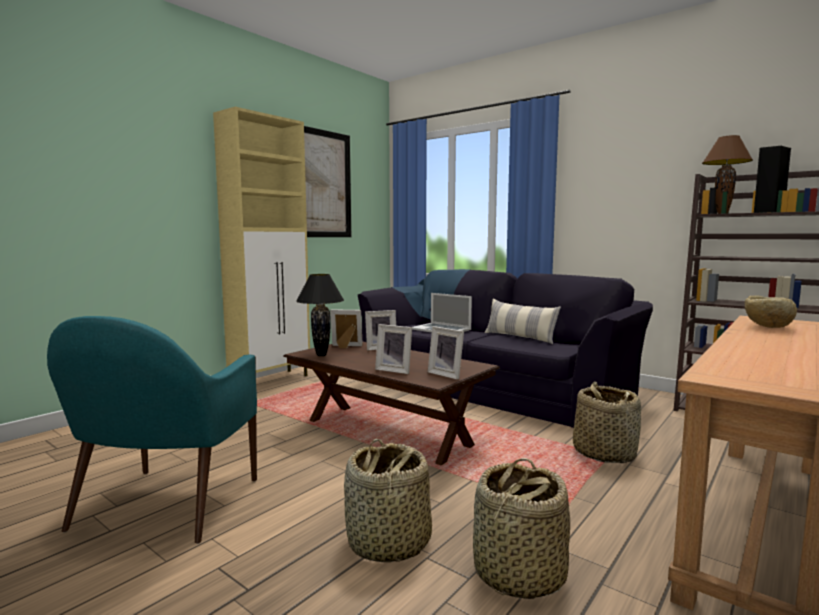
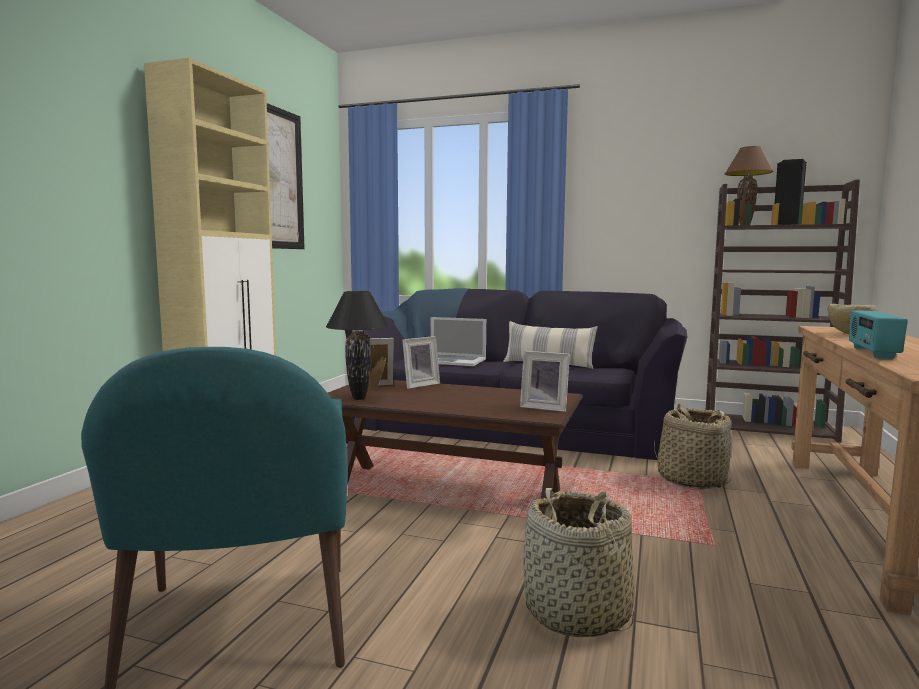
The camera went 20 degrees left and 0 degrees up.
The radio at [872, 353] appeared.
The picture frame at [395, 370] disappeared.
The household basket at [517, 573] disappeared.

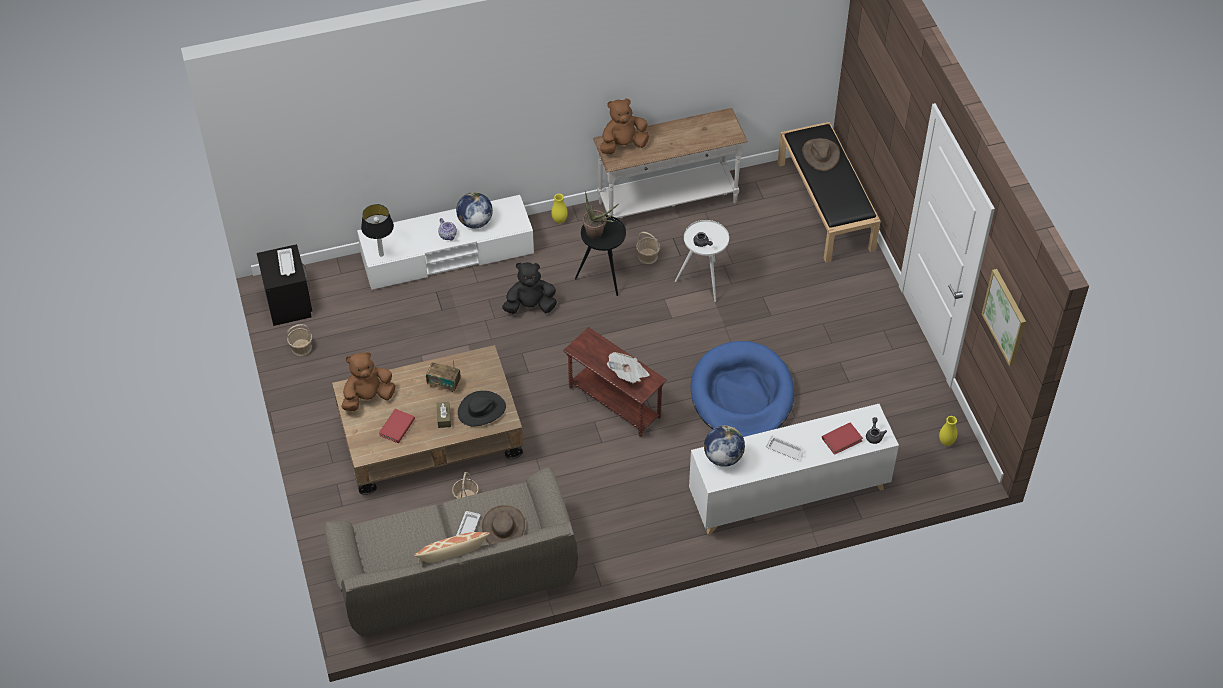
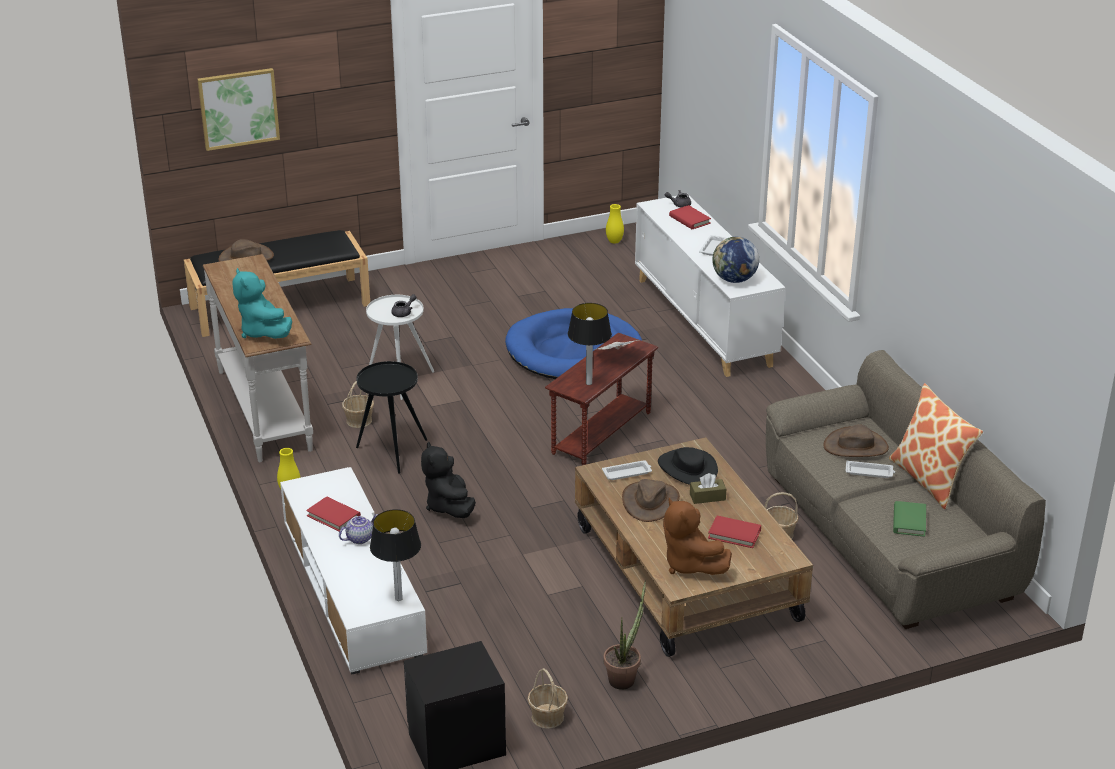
The camera went 95 degrees left and 20 degrees down.
The wall art moved from [1005, 317] to [238, 108].
The plush toy/brownish at [623, 145] became the plush toy/turquoise at [263, 332].
The desk globe at [475, 222] was replaced by the book/reddish at [333, 516].
The lamp for a table at [589, 383] appeared.
The serving tray/whitish moved from [286, 264] to [627, 473].
The plant in a pot moved from [597, 234] to [624, 677].
The radio at [444, 383] was replaced by the hat/brownish at [650, 502].
The book/green-coloured at [909, 521] appeared.

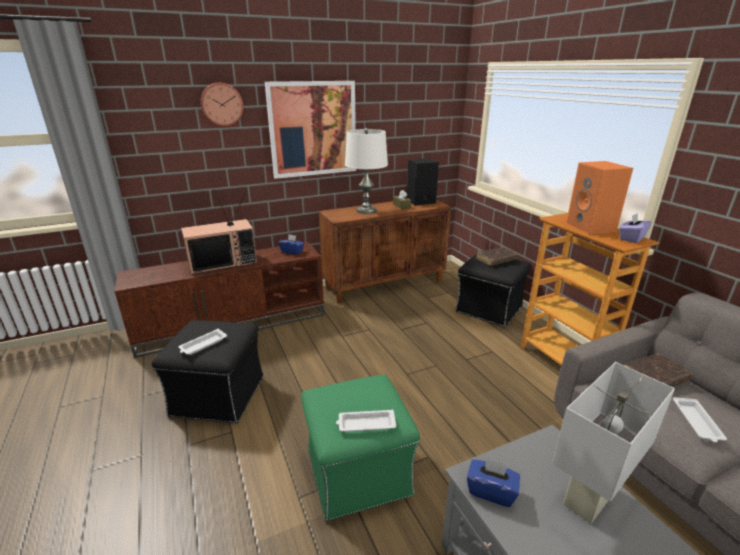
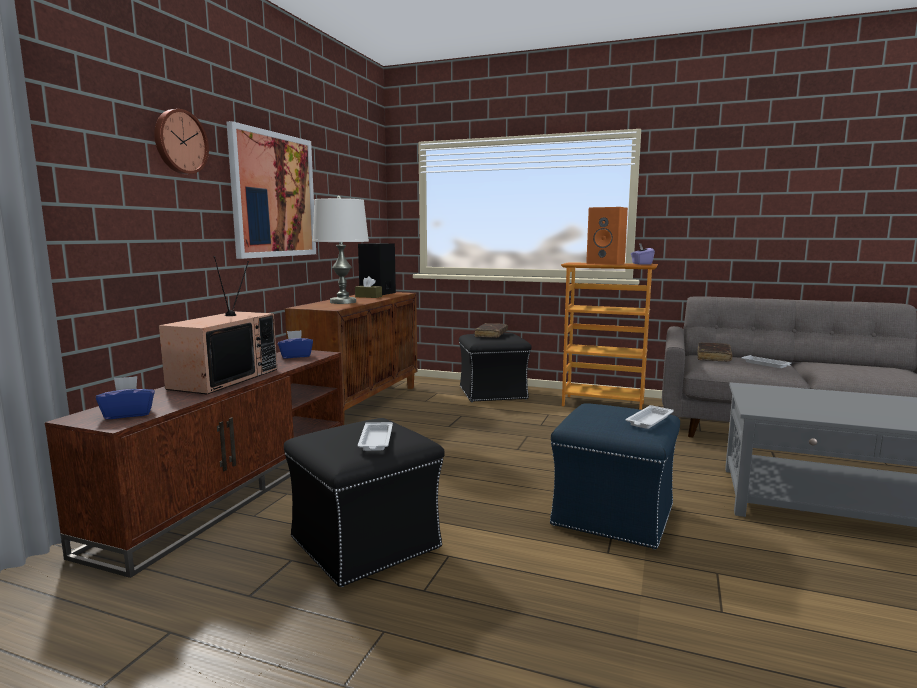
The camera went 45 degrees left and 15 degrees down.
The tissue box/blue-coloured moved from [491, 491] to [128, 414].
The pouffe/green-coloured at [357, 472] became the pouffe/blue-coloured at [613, 515].
The lamp for a table/whitish at [589, 498] disappeared.

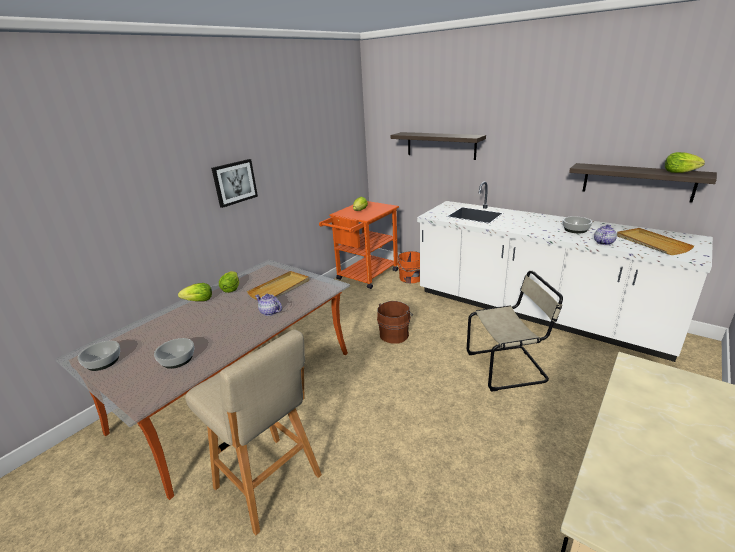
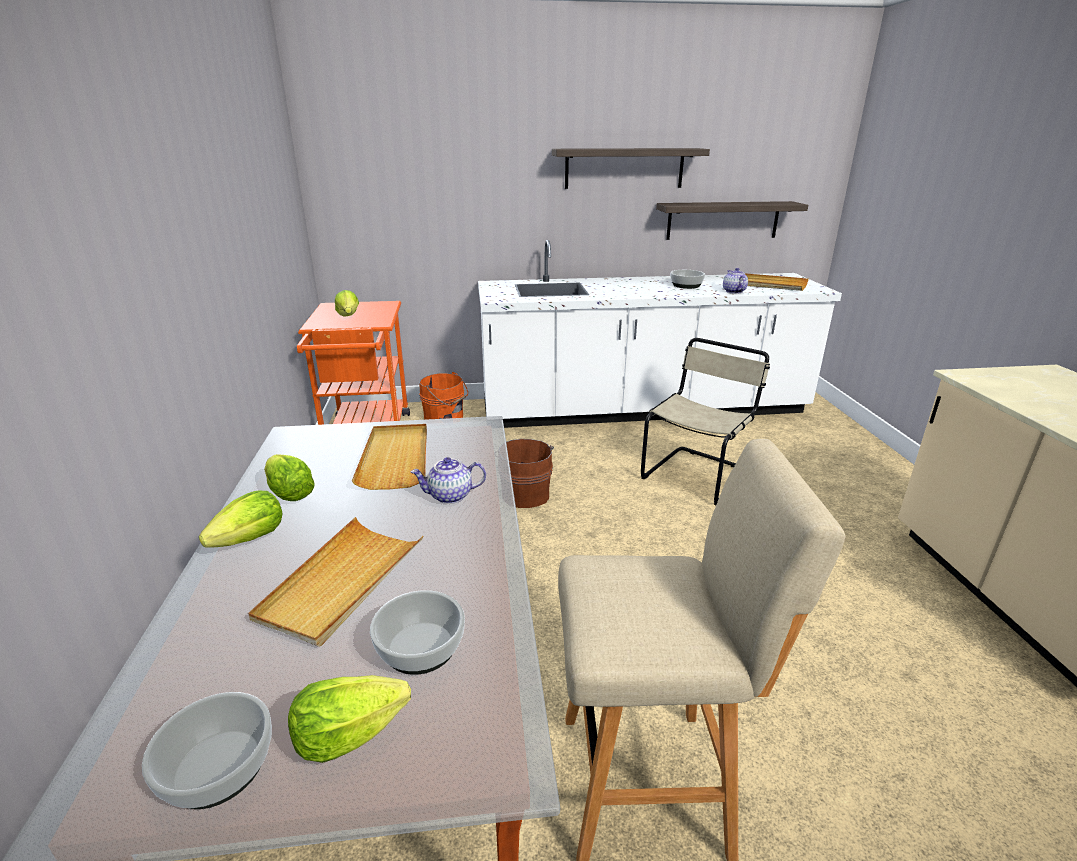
The camera went 45 degrees left and 0 degrees up.
The serving tray/beige-coloured at [342, 582] appeared.
The lettuce moved from [679, 172] to [348, 735].
The wall shelf moved from [440, 145] to [624, 168].
The wall art at [234, 182] disappeared.

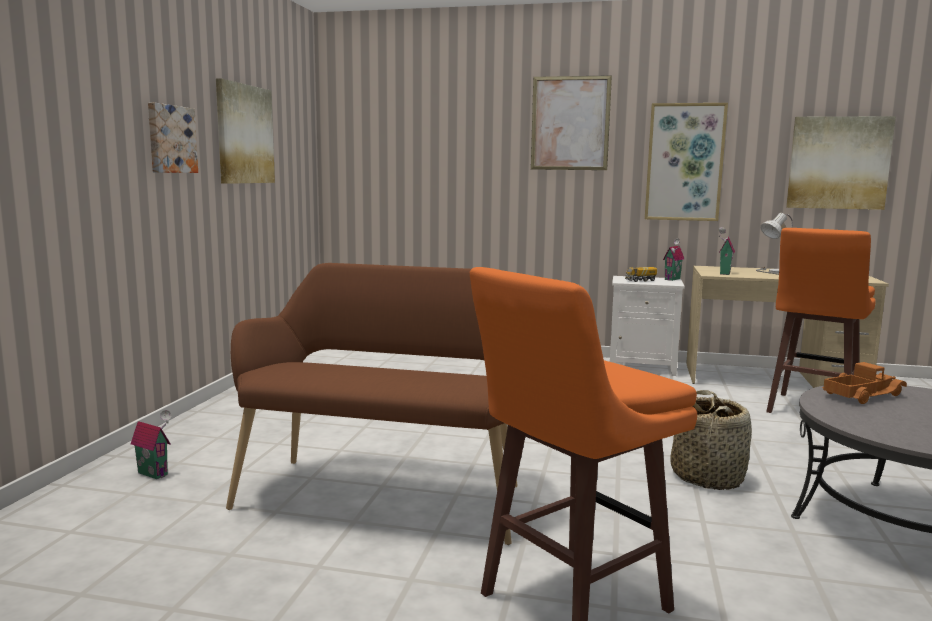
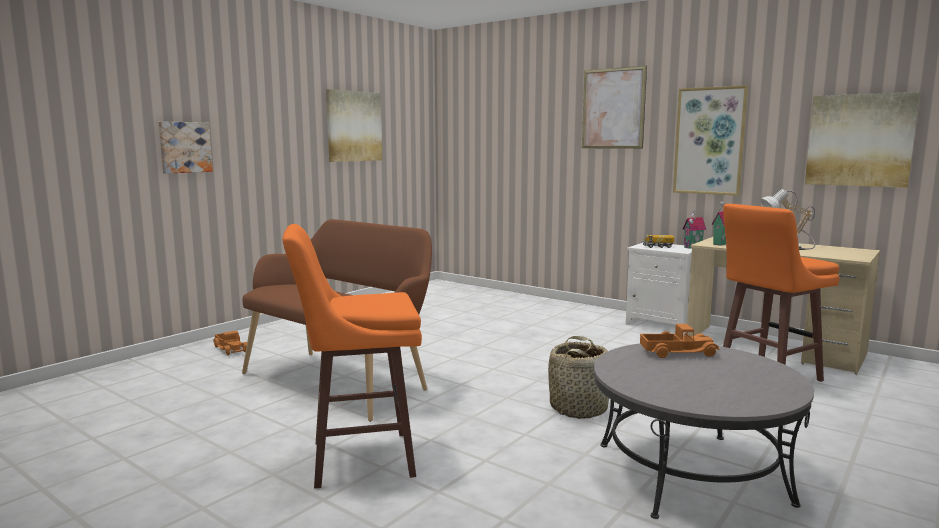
The camera went 25 degrees right and 0 degrees up.
The wall art moved from [170, 139] to [184, 147].
The toy house at [155, 473] was replaced by the model truck at [231, 348].

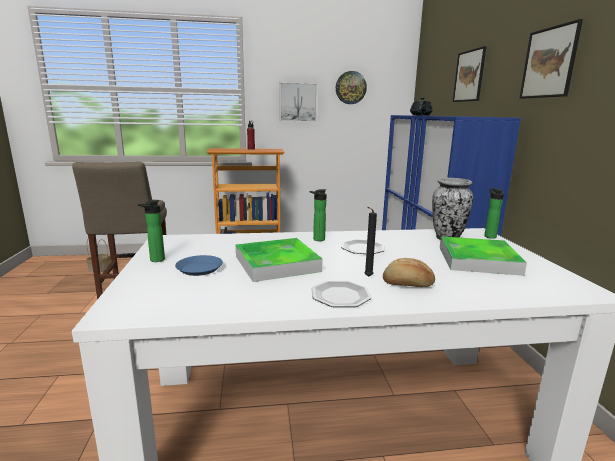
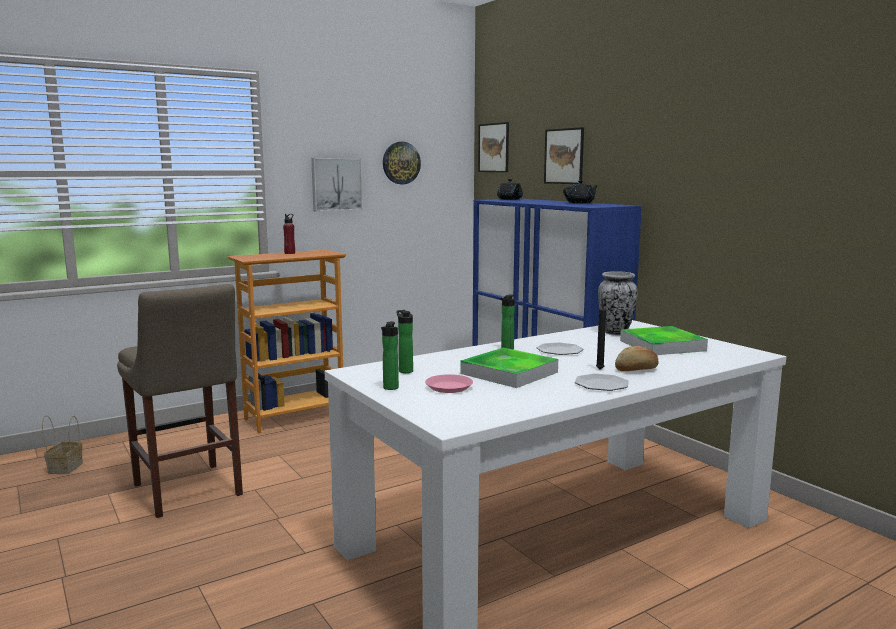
The camera went 25 degrees left and 5 degrees down.
The beverage bottle moved from [489, 236] to [405, 370].
The flat dish/blue-coloured at [199, 269] became the flat dish/pinkish at [448, 387].
The wall art moved from [549, 62] to [494, 147].
The tea pot/black at [580, 203] appeared.

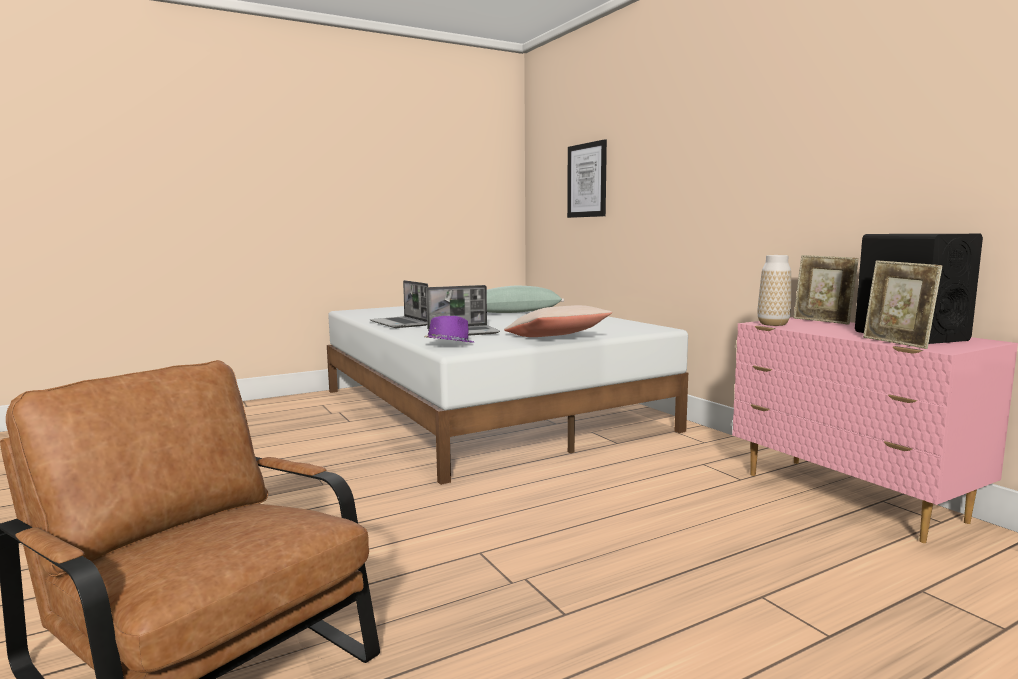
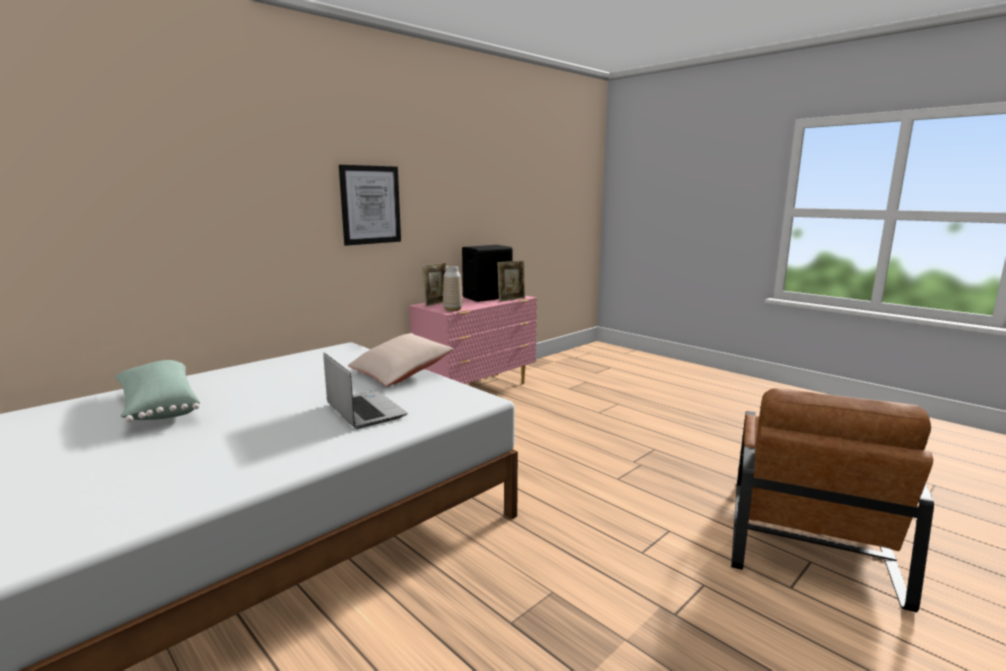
The camera went 105 degrees left and 5 degrees up.
The wall art moved from [587, 180] to [370, 205].
The portable computer at [400, 324] disappeared.
The hat/purplish at [449, 345] disappeared.

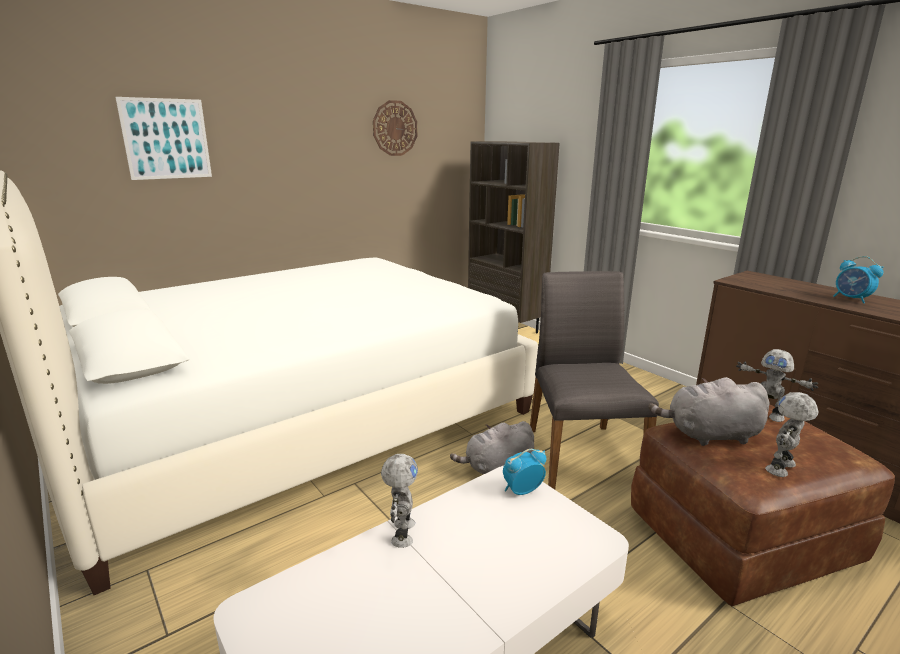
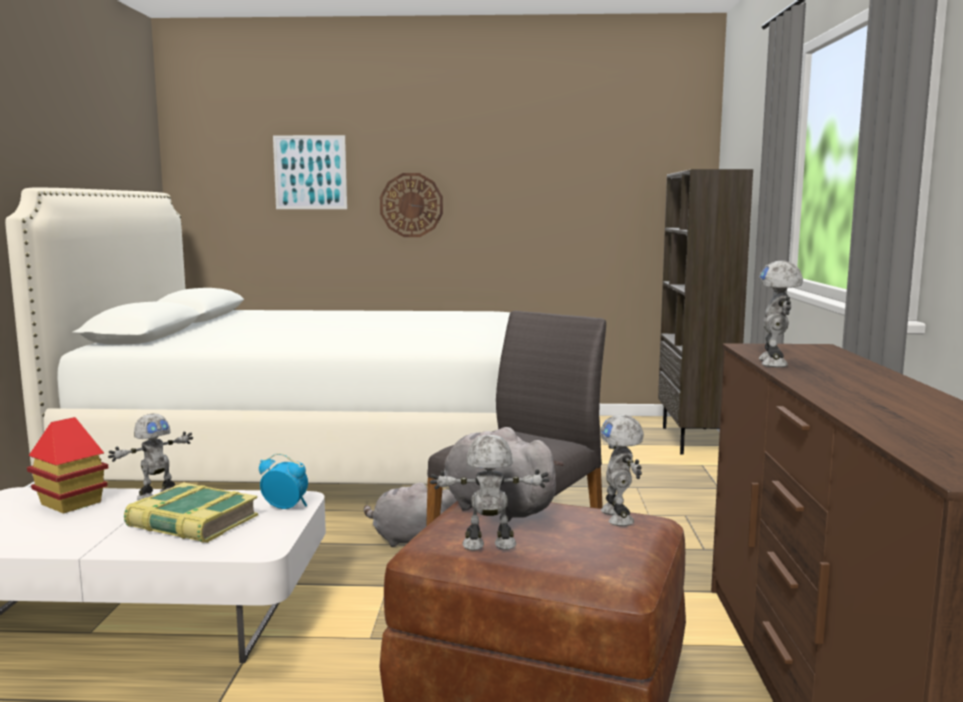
The camera went 40 degrees right and 10 degrees down.
The toy house at [70, 503] appeared.
The book at [192, 523] appeared.
The hanging clock moved from [395, 128] to [411, 205].
The model robot at [775, 363] appeared.
The bedside clock at [851, 299] disappeared.

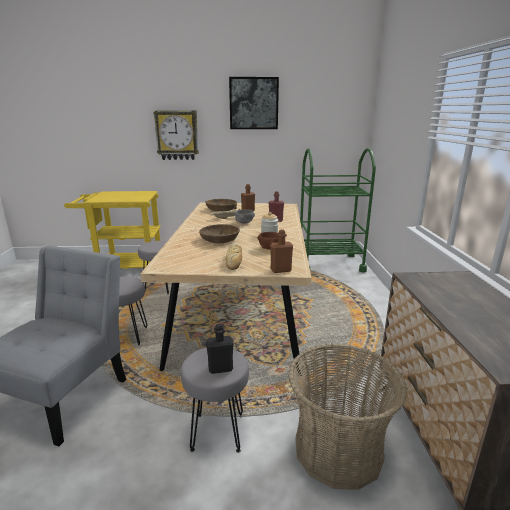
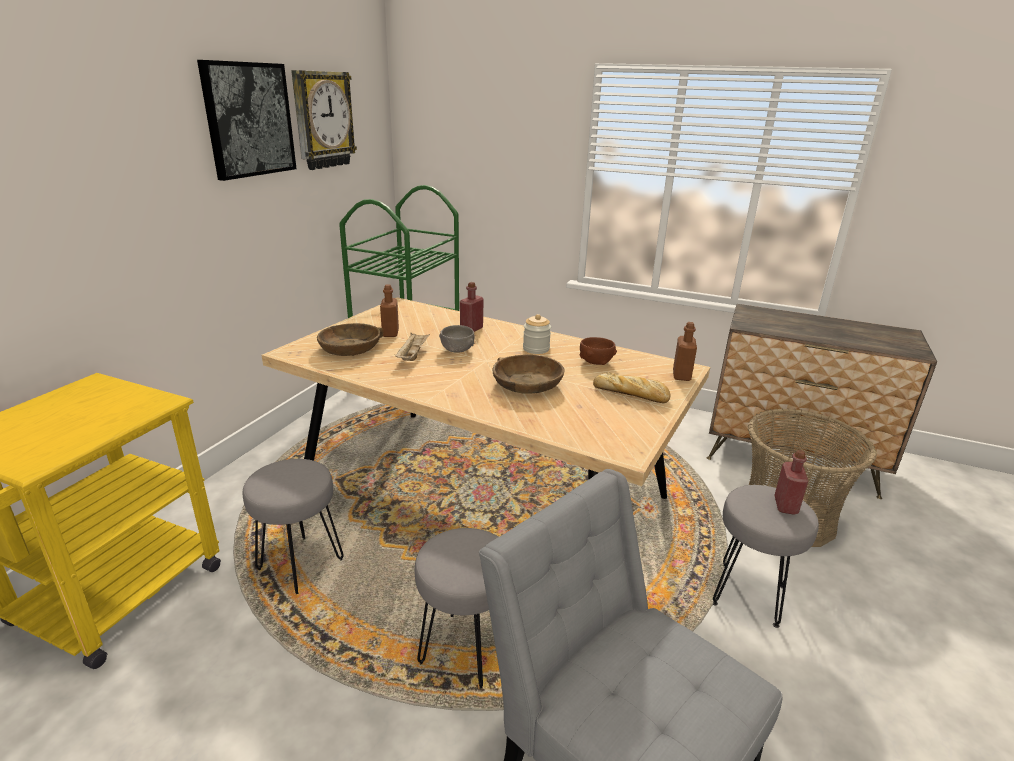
The camera went 65 degrees left and 5 degrees up.
The hanging clock moved from [177, 135] to [322, 120].
The beverage bottle/black at [220, 368] became the beverage bottle/reddish at [785, 505].

